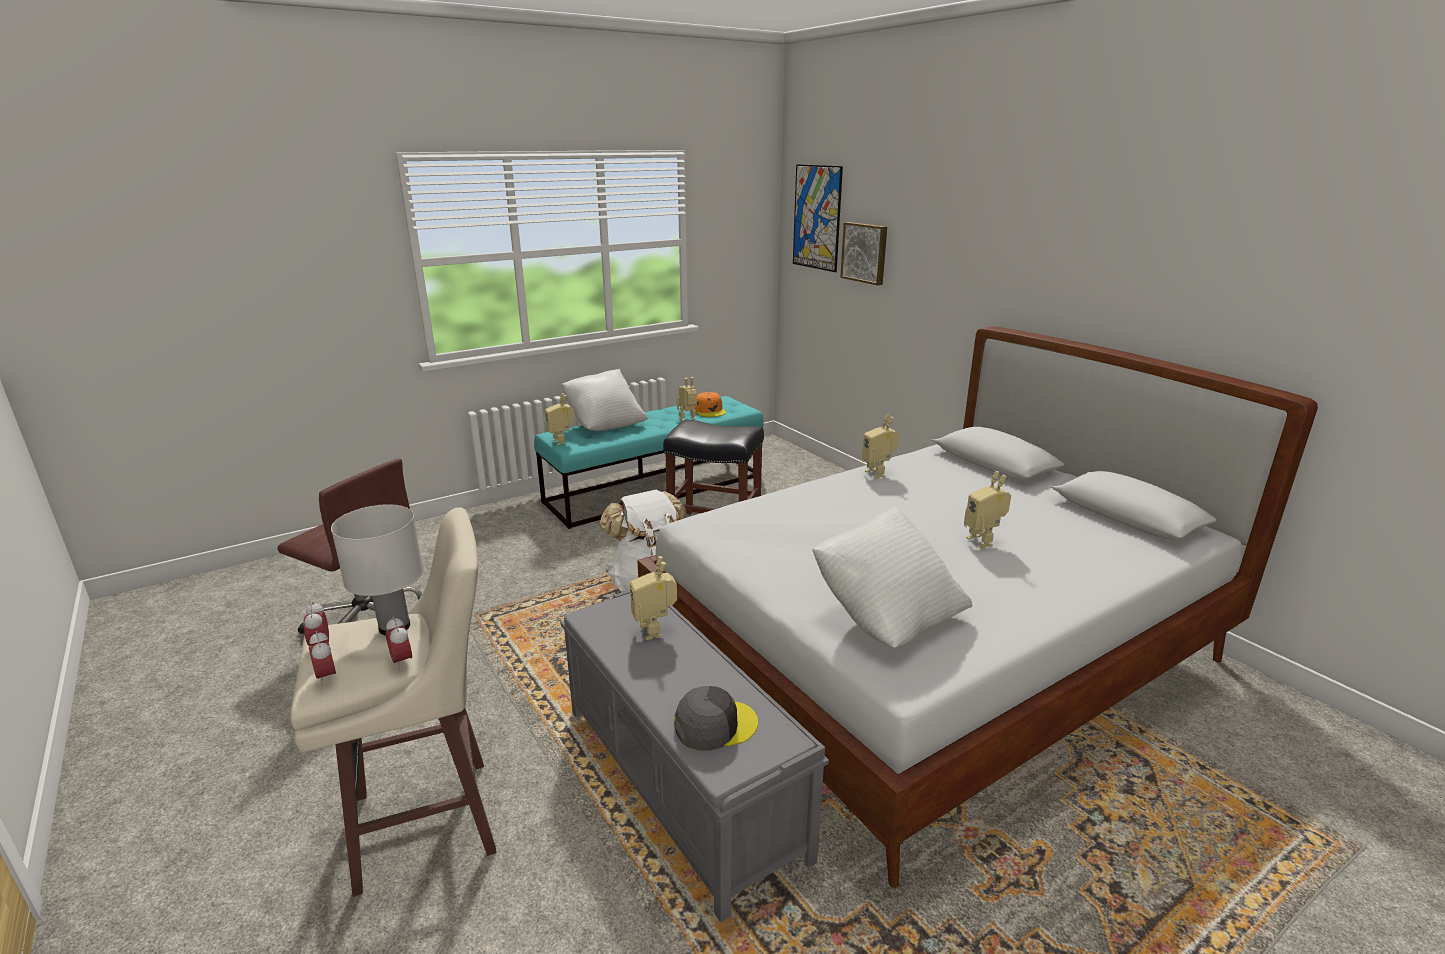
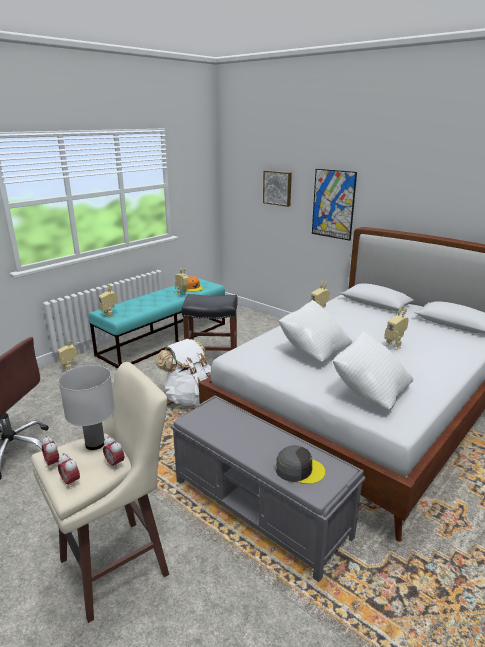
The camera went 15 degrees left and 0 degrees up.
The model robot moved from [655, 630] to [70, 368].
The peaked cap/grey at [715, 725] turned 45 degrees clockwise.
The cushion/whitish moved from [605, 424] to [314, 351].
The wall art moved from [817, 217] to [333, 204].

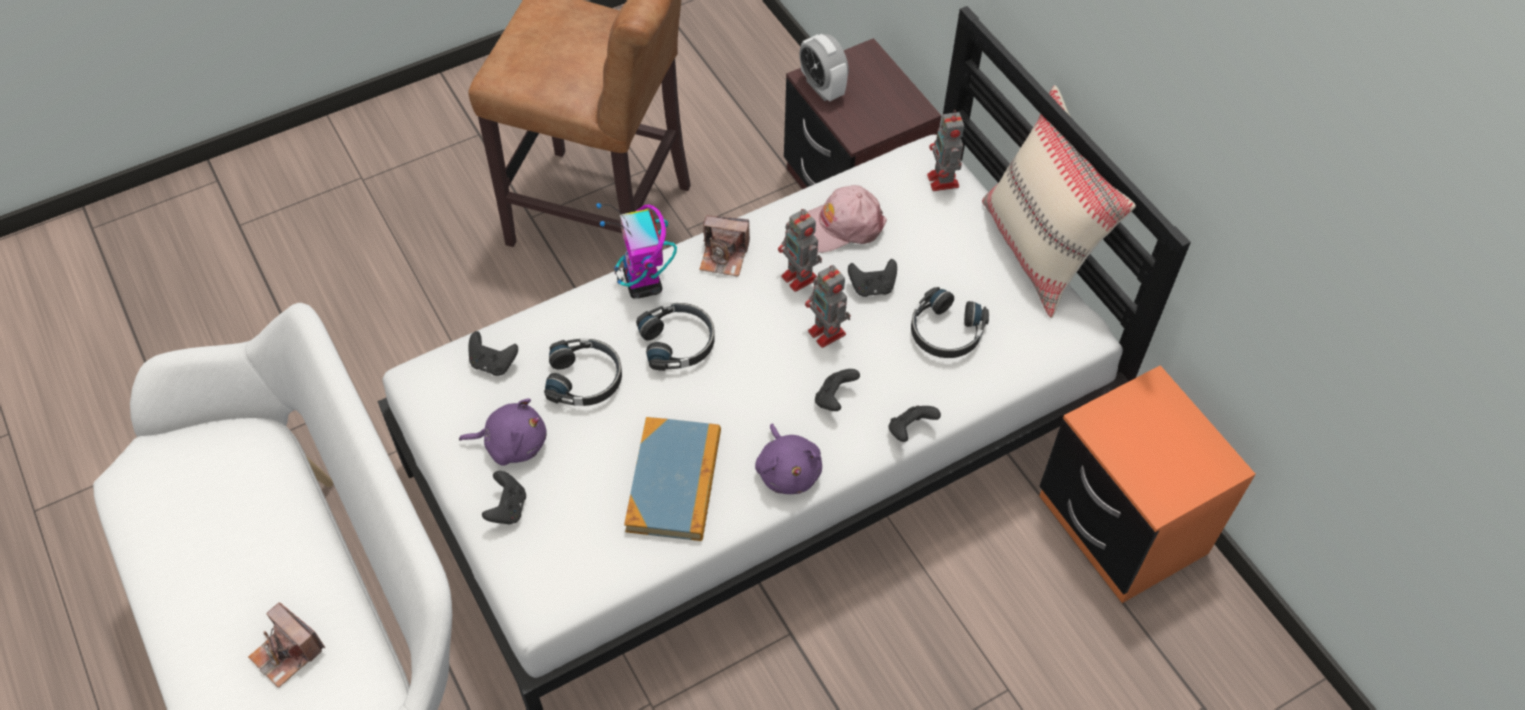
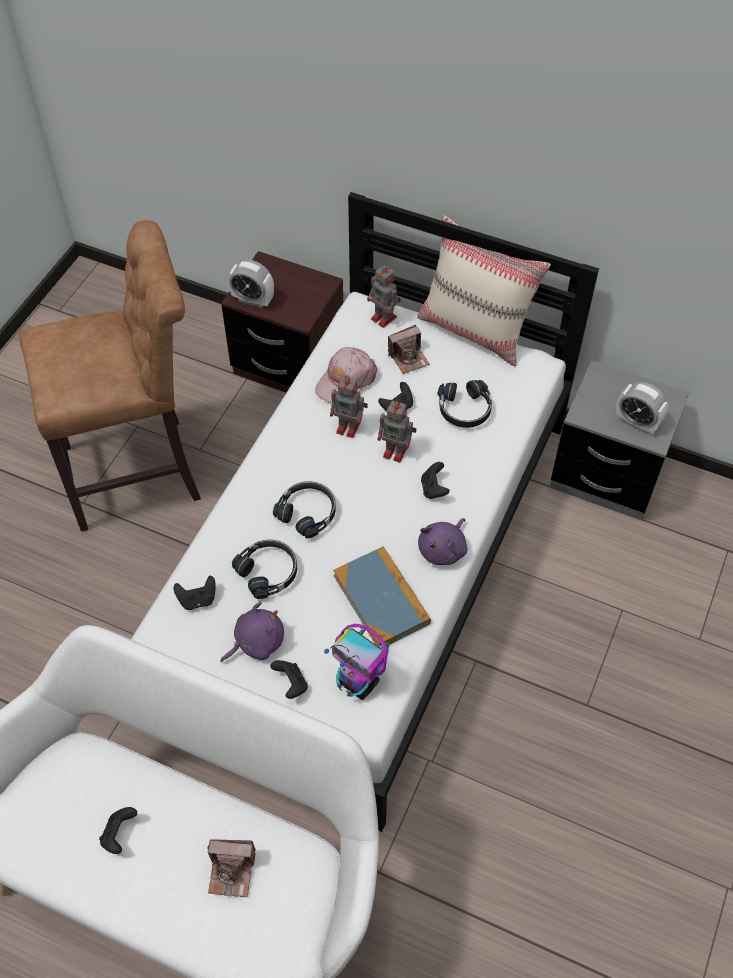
The camera went 35 degrees left and 0 degrees up.
The game controller/black moved from [910, 430] to [119, 834].
The model robot moved from [643, 283] to [359, 683].
The photo camera moved from [724, 256] to [408, 358].
The plush toy/purplish at [788, 471] turned 90 degrees clockwise.
The nightstand/orangey at [1121, 525] became the nightstand/grey at [606, 475].
The bedside clock at [637, 423] appeared.

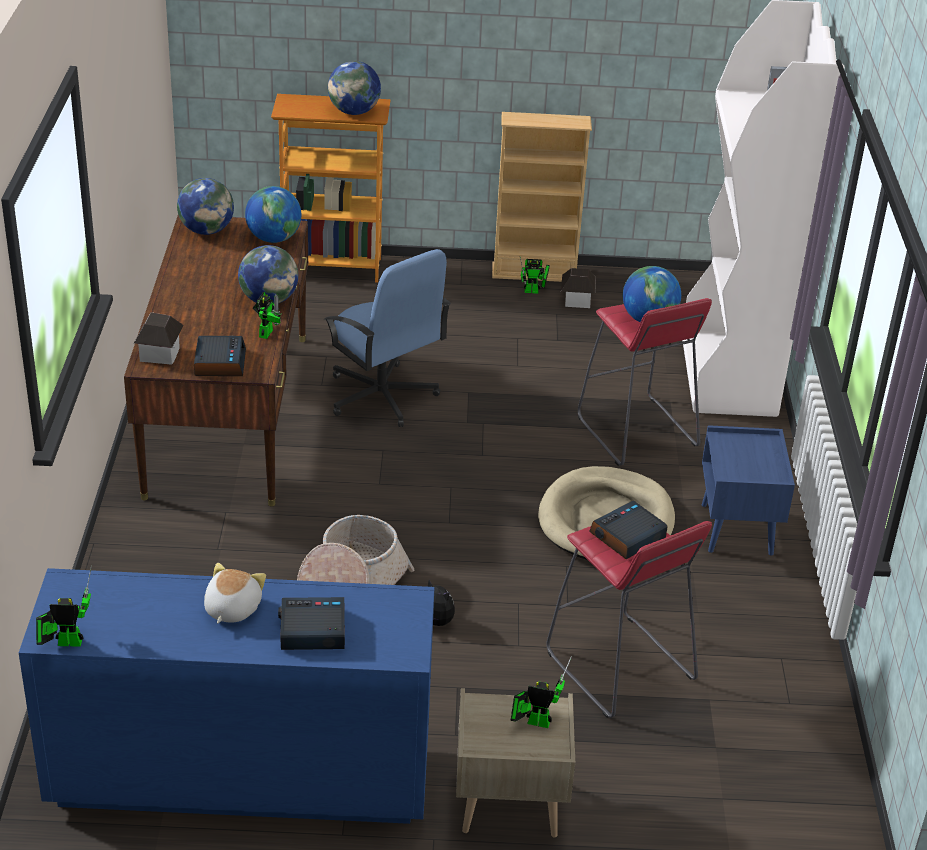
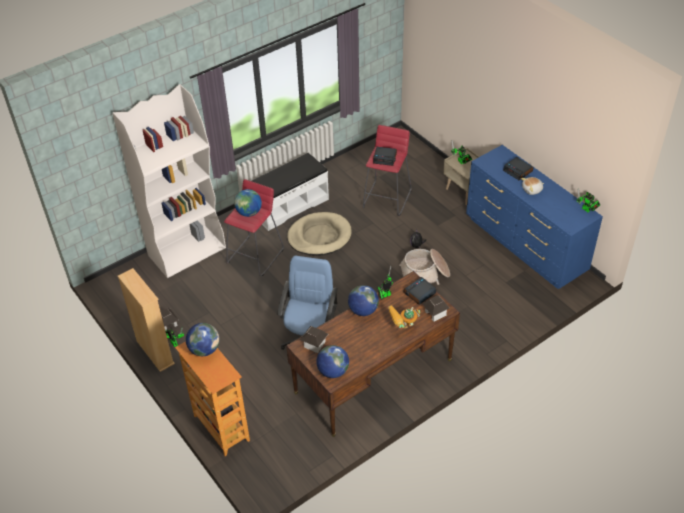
The camera went 125 degrees left and 10 degrees up.
The nightstand/blue-coloured at [737, 530] was replaced by the indoor bench/whitish at [289, 206].
The desk globe at [273, 239] was replaced by the toy house at [314, 344].
The model robot at [403, 329] appeared.

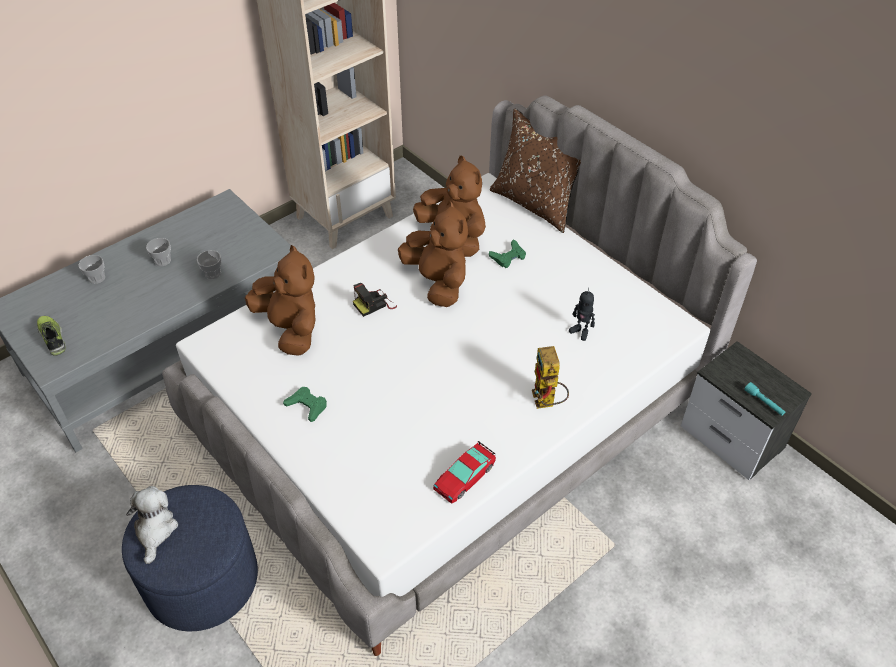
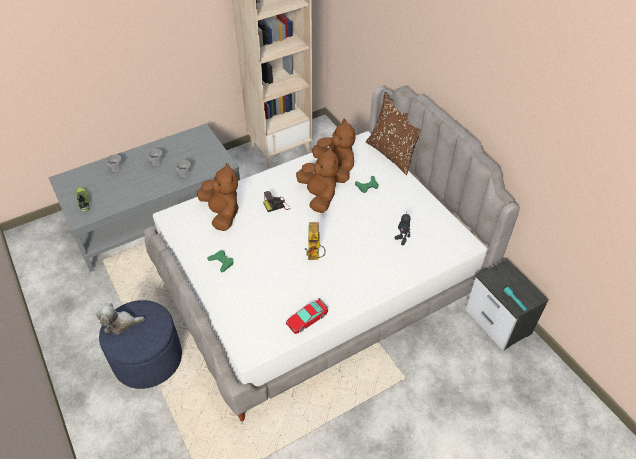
The camera went 10 degrees right and 0 degrees up.
The plush toy at [155, 530] turned 105 degrees counterclockwise.
The model robot moved from [546, 402] to [315, 257].

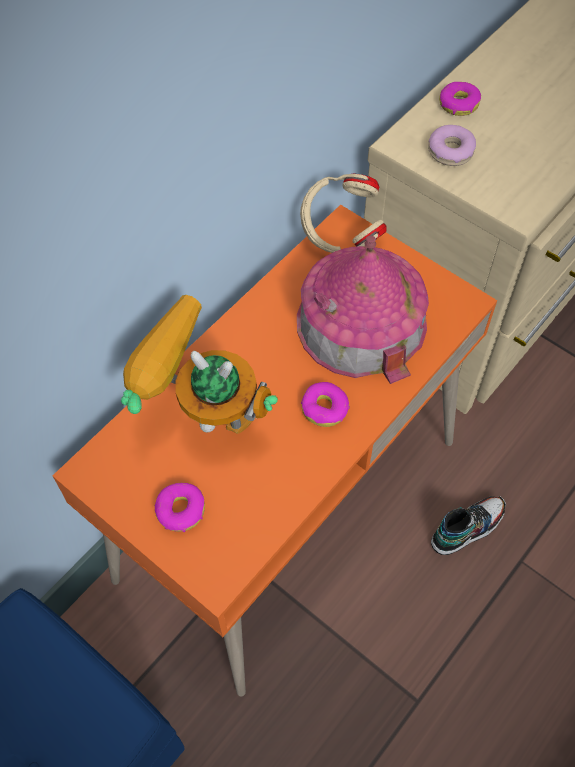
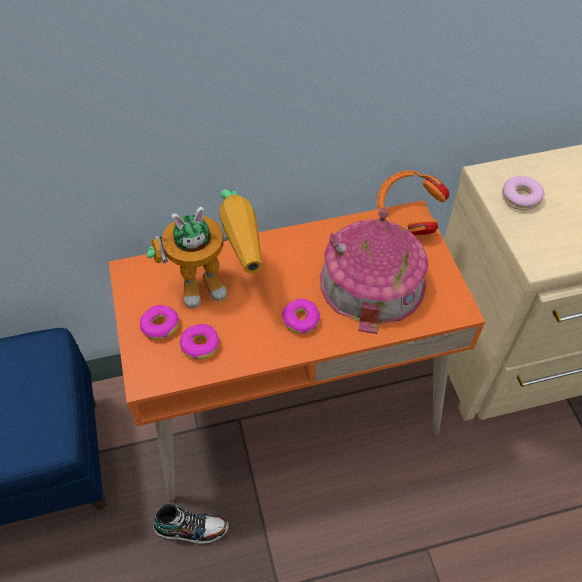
The camera went 35 degrees right and 5 degrees down.
The model robot at [202, 420] turned 105 degrees clockwise.
The low shoe moved from [467, 528] to [191, 528].
The doughnut moved from [458, 104] to [200, 345].
The headset/beige-coloured at [340, 234] became the headset/orangey at [407, 218].

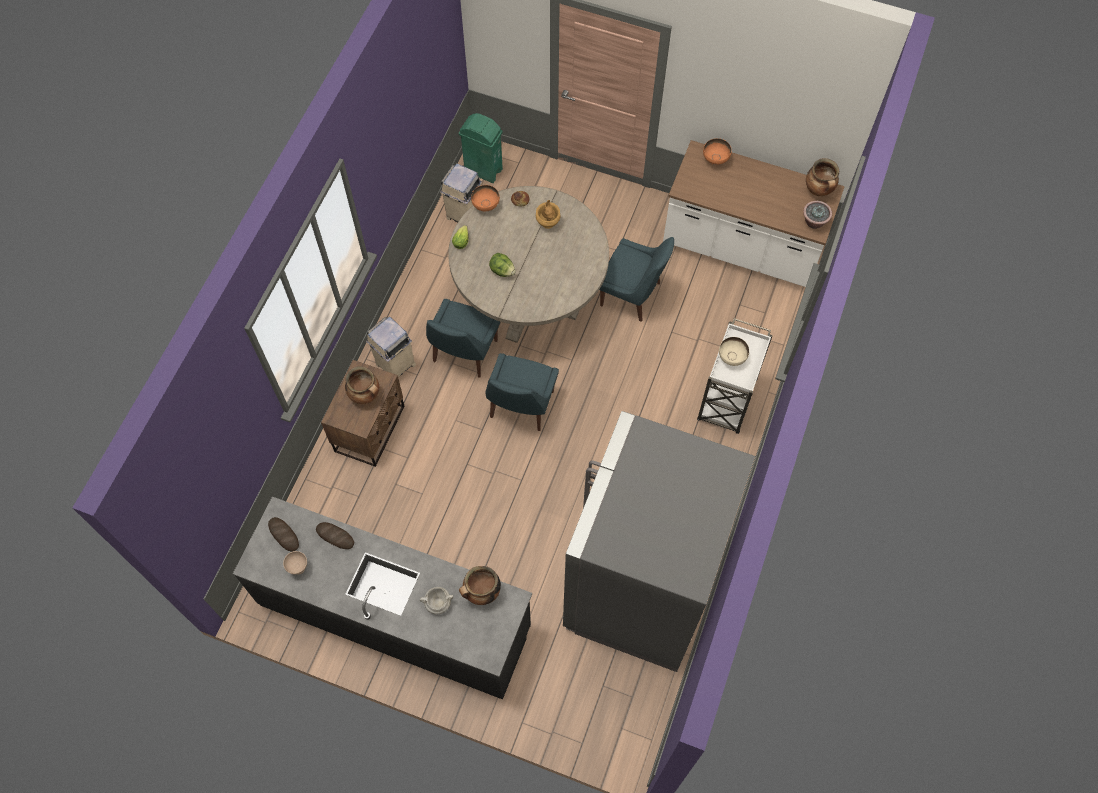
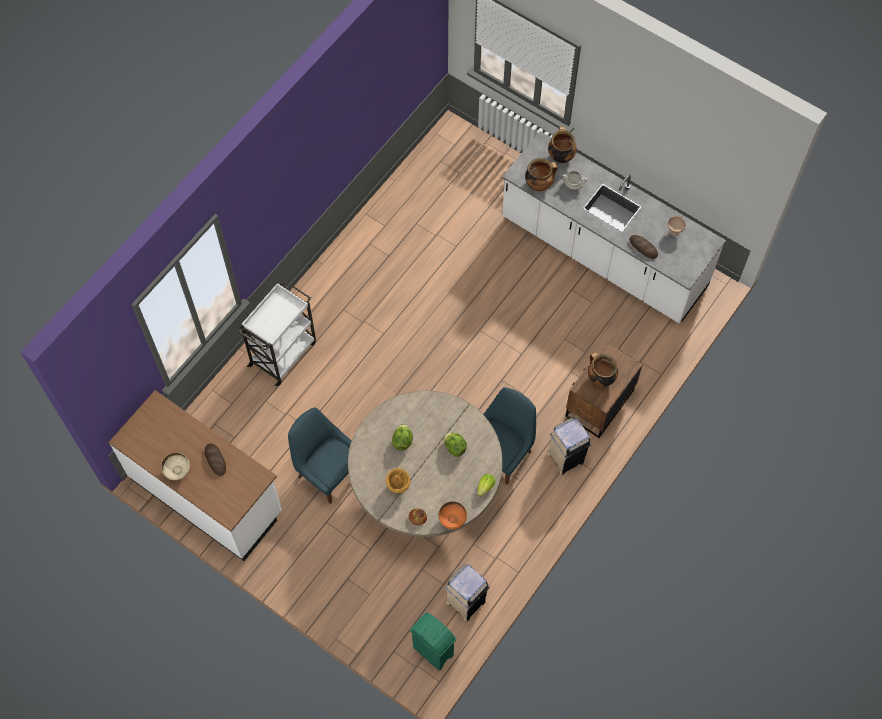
The camera went 165 degrees left and 0 degrees up.
The bowl/beige-coloured moved from [732, 358] to [177, 471].
The bread moved from [284, 535] to [215, 460].
The lettuce at [402, 440] appeared.
The kitchen counter/black at [395, 615] became the kitchen counter/whitish at [603, 253].
The saucepot moved from [819, 190] to [560, 156].
The chair/blue-coloured at [521, 406] disappeared.
The refrigerator/grey at [642, 587] disappeared.
The bowl/orangey at [715, 159] disappeared.
The plant in a pot at [814, 222] disappeared.

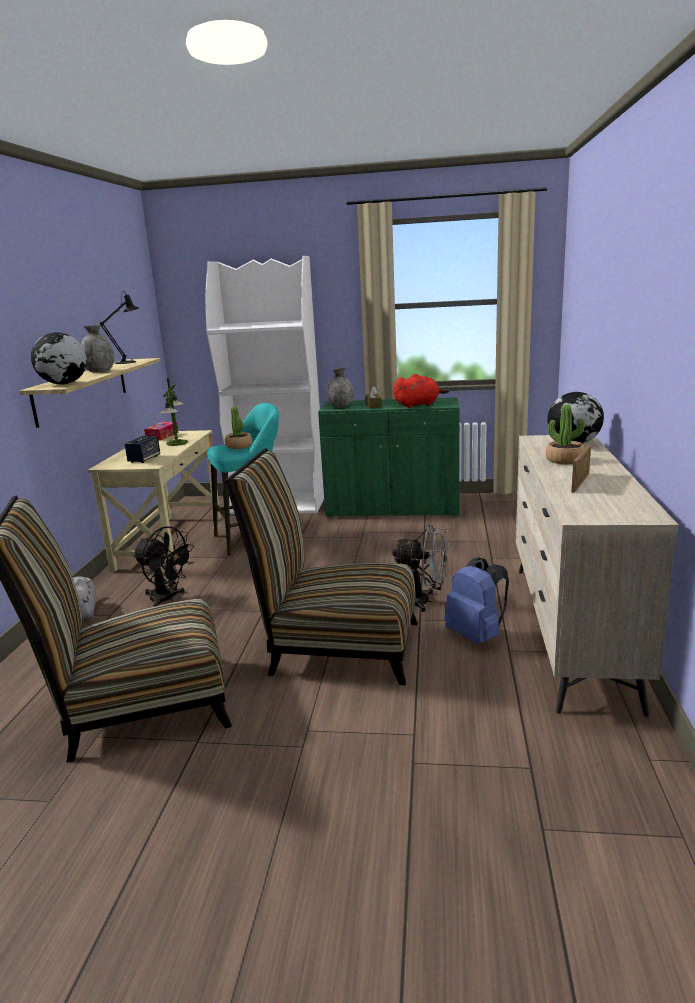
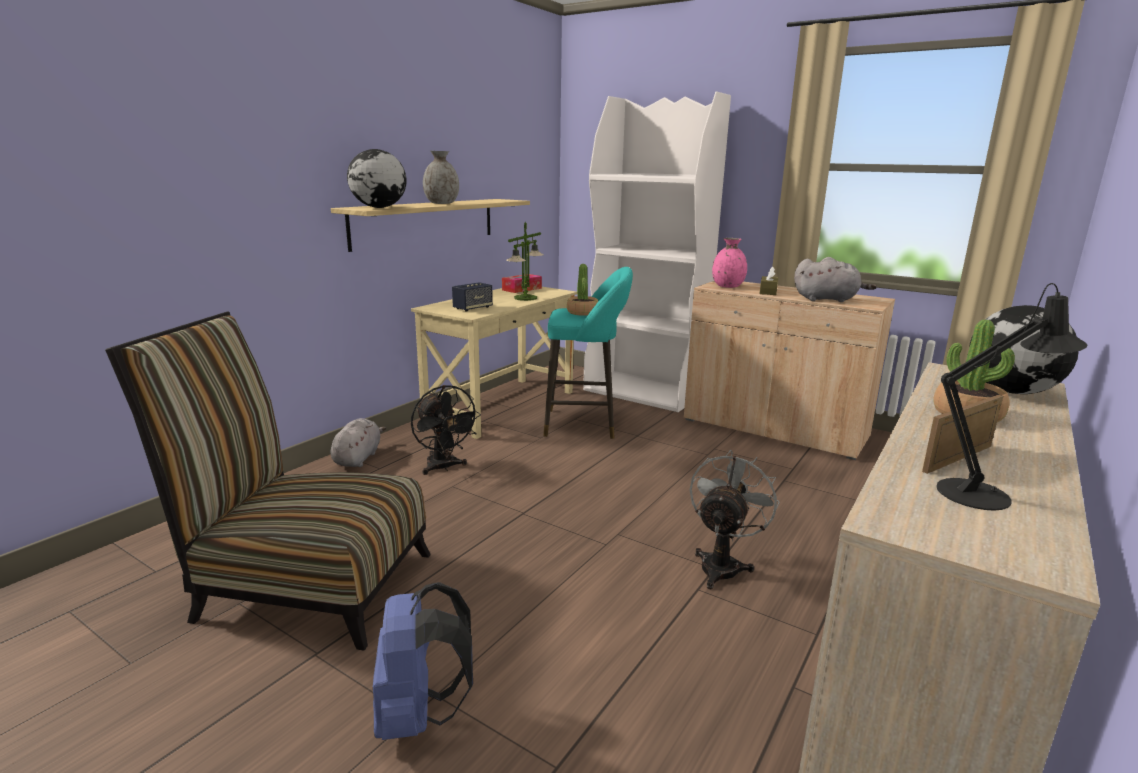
The camera went 25 degrees right and 0 degrees up.
The knapsack/blue-coloured moved from [476, 636] to [419, 714].
The cabinet/green-coloured at [393, 509] became the cabinet/beige-coloured at [774, 429].
The cooling fan/grey at [424, 601] turned 105 degrees counterclockwise.
The vase/grey at [340, 406] became the vase/pinkish at [727, 286].
The plush toy/reddish at [418, 405] became the plush toy/grey at [828, 299].
The lamp for a table/black moved from [128, 362] to [983, 494].
The chair at [335, 646] disappeared.

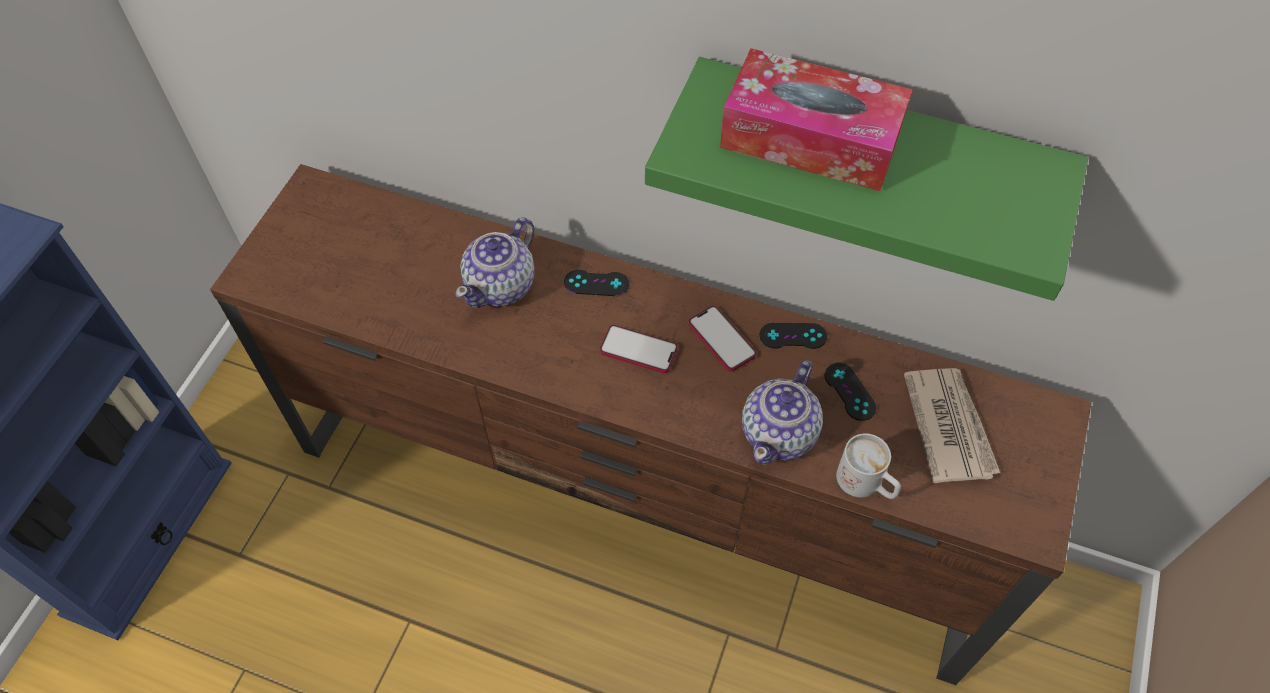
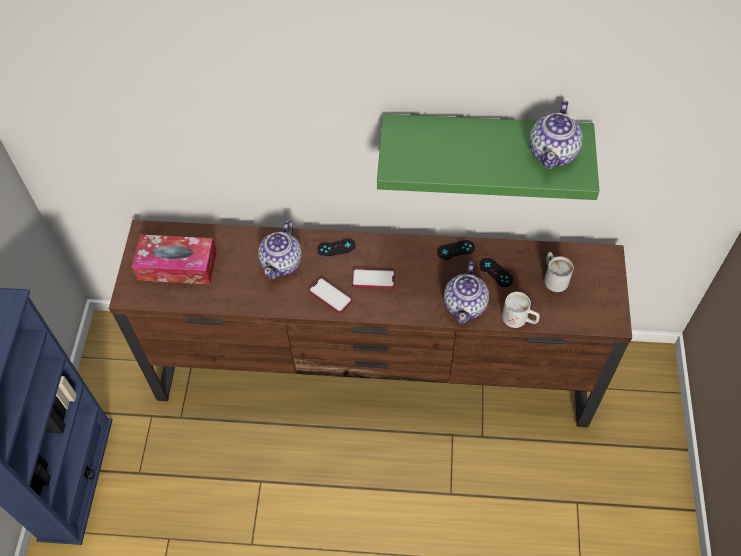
The camera went 15 degrees left and 0 degrees up.
The tissue box moved from [810, 139] to [177, 266].
The handset moved from [721, 339] to [330, 296].
The tea pot at [553, 152] appeared.
The newspaper at [949, 426] was replaced by the tea mug/whitish at [553, 277].

